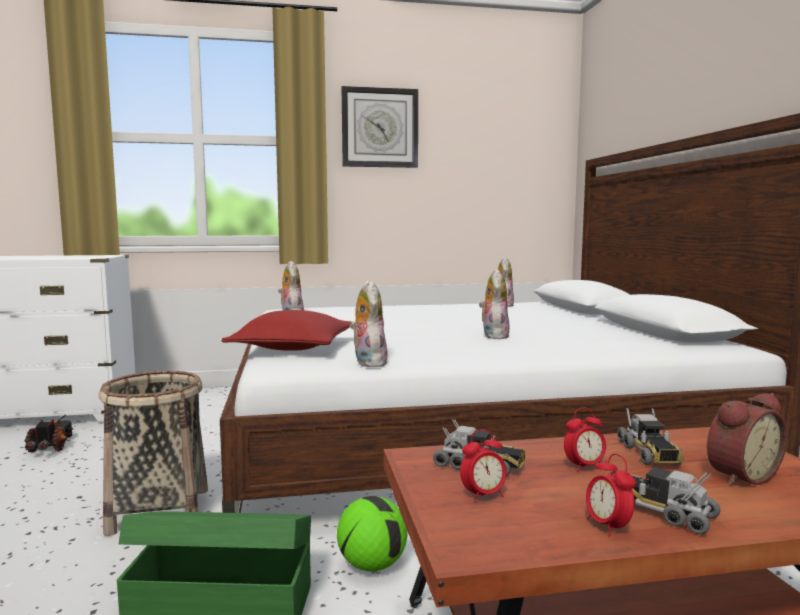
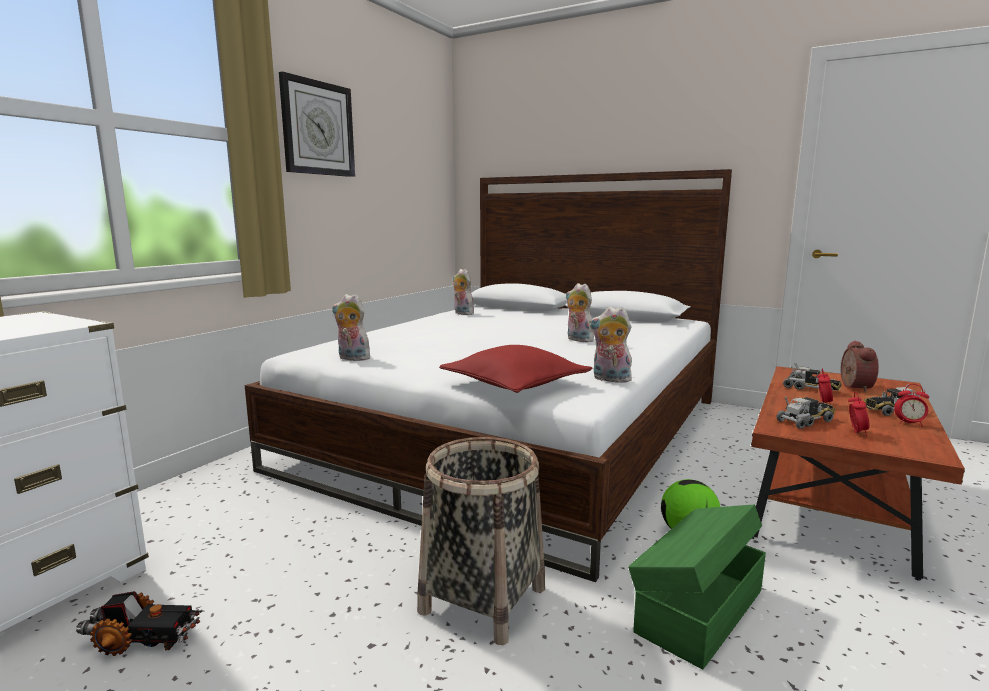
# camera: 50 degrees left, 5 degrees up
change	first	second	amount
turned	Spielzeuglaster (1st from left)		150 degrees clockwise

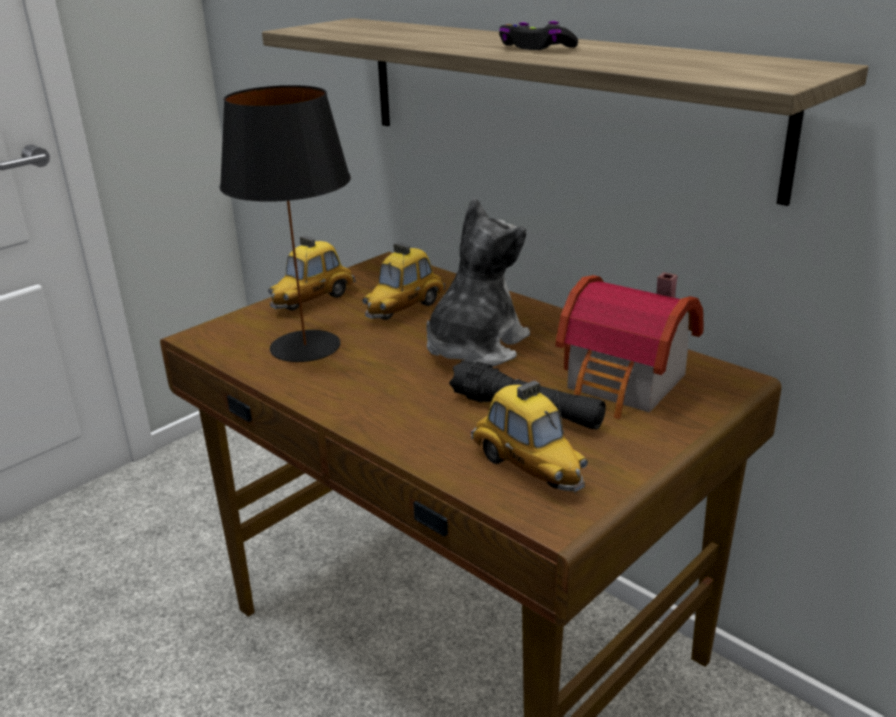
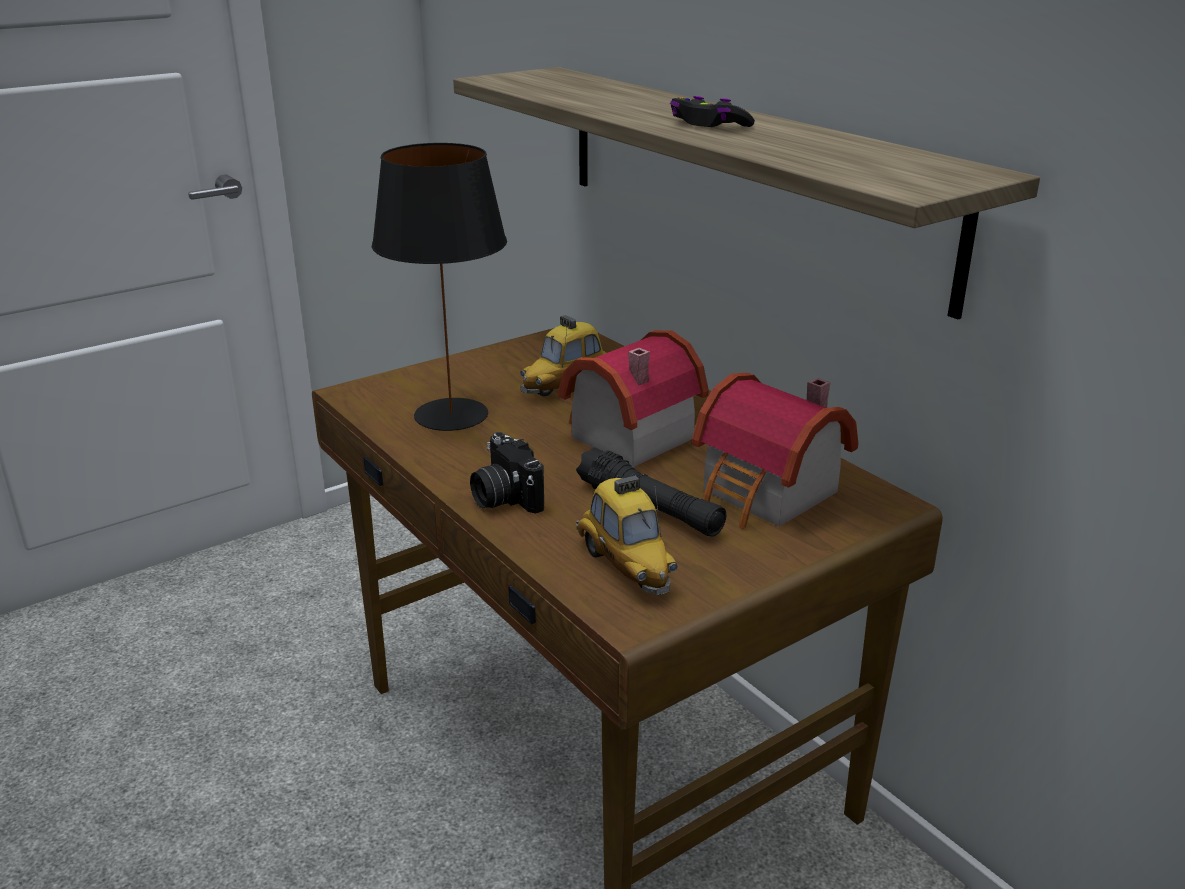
# camera: 10 degrees right, 0 degrees up
change	first	second	amount
removed	Spielzeugauto (1st from left)		
added		Kamera	
replaced	Plüschtier	Spielzeughaus (1st from left)	

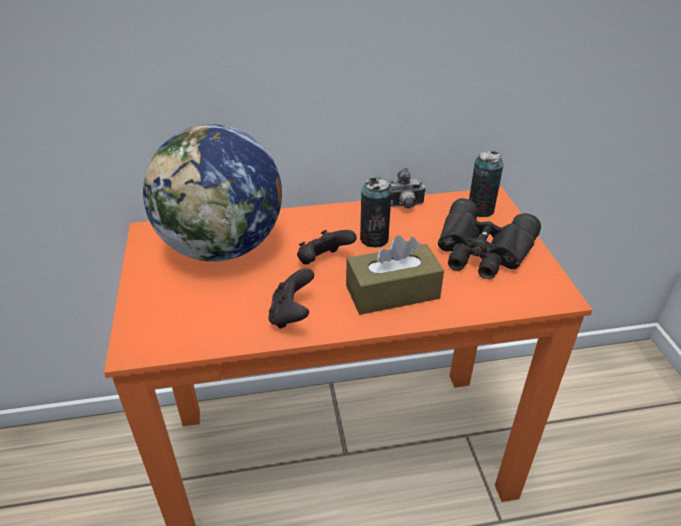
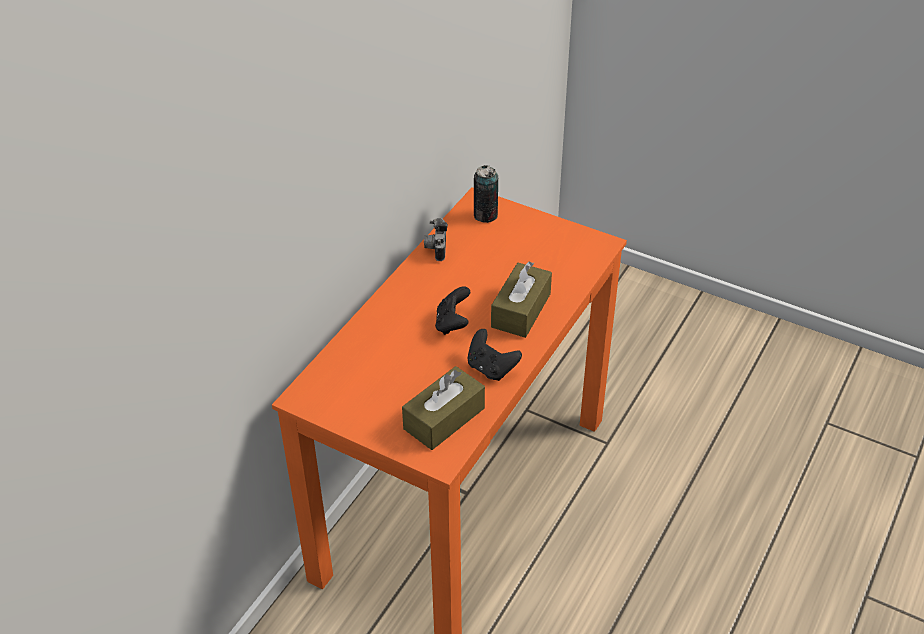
# camera: 50 degrees left, 5 degrees up
change	first	second	amount
removed	Globus		
removed	Dose (1st from left)		
removed	Fernglas [schwarz]		
added		Taschentuchbox [braun] (1st from left)	
turned	Kamera		150 degrees clockwise

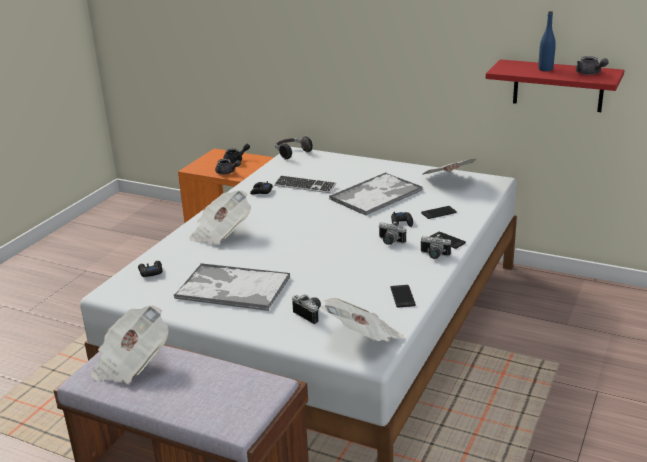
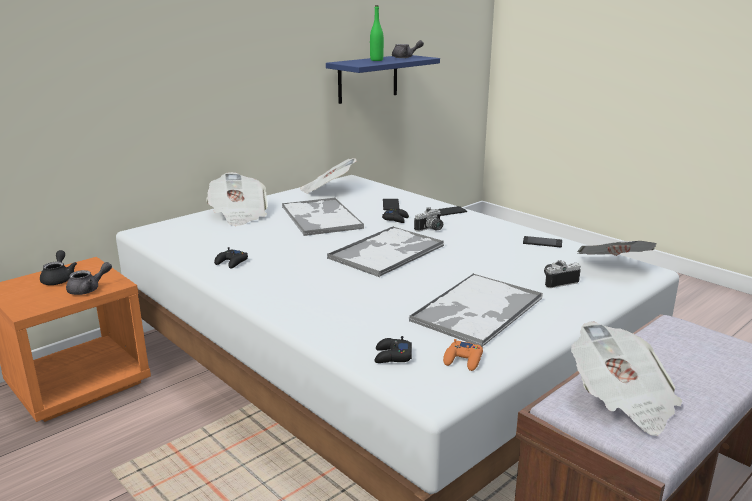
# camera: 70 degrees left, 5 degrees down
change	first	second	amount
removed	Tastatur		
removed	Kopfhörer		
removed	Kamera (3rd from left)		
added		Tablett (2nd from left)	
added		Gamepad [orange]	
moved	Zeitung (2nd from left in the first image)	Zeitung (1st from left)	
recoloured	Wandregal [rot]	Wandregal [blau]	
recoloured	Flasche [blau]	Flasche [grün]	

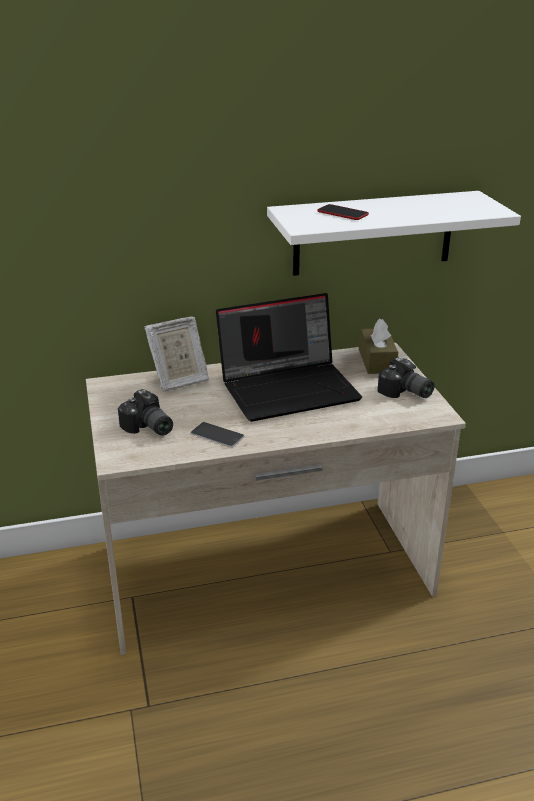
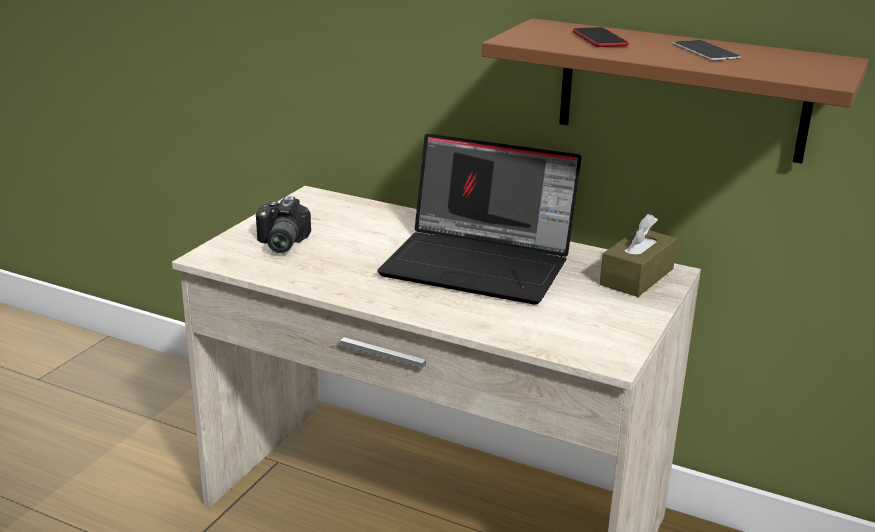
# camera: 40 degrees right, 5 degrees down
change	first	second	amount
removed	Bilderrahmen		
removed	Kamera (2nd from left)		
moved	Handy (1st from left in the first image)	Handy (2nd from left)	
recoloured	Wandregal [weiß]	Wandregal [braun]	

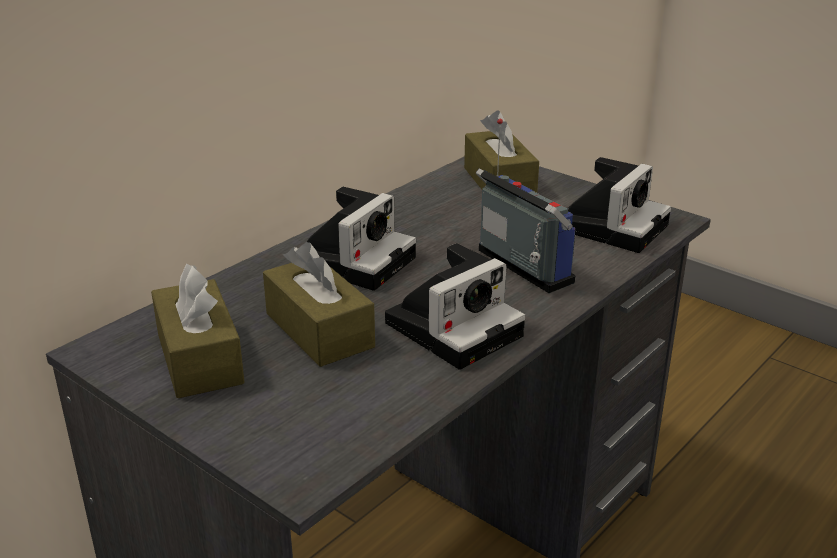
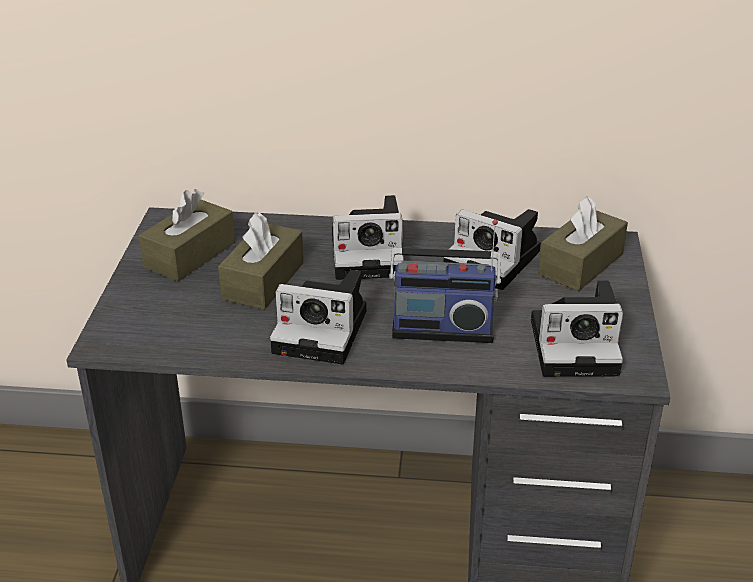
# camera: 55 degrees right, 5 degrees up
change	first	second	amount
added		Kamera (3rd from left)	
turned	Radio		75 degrees clockwise

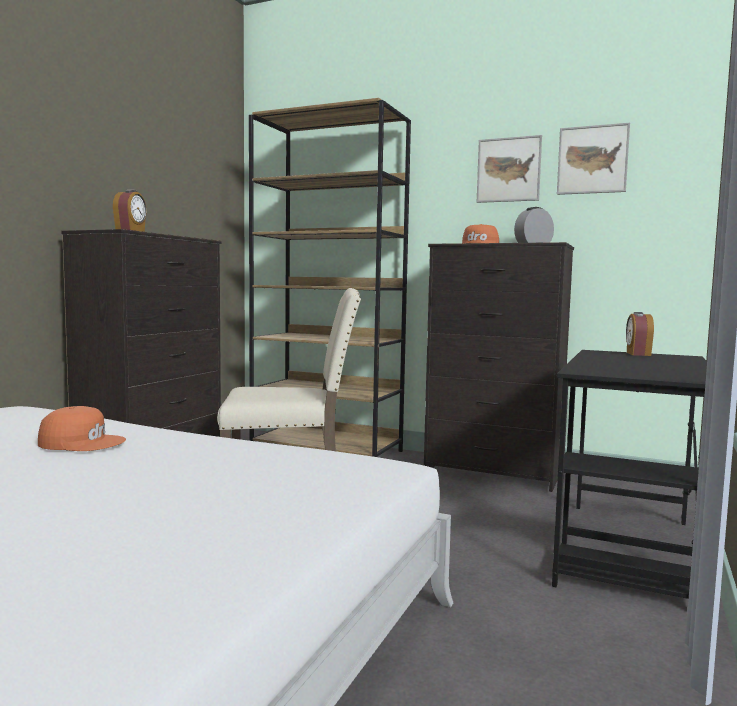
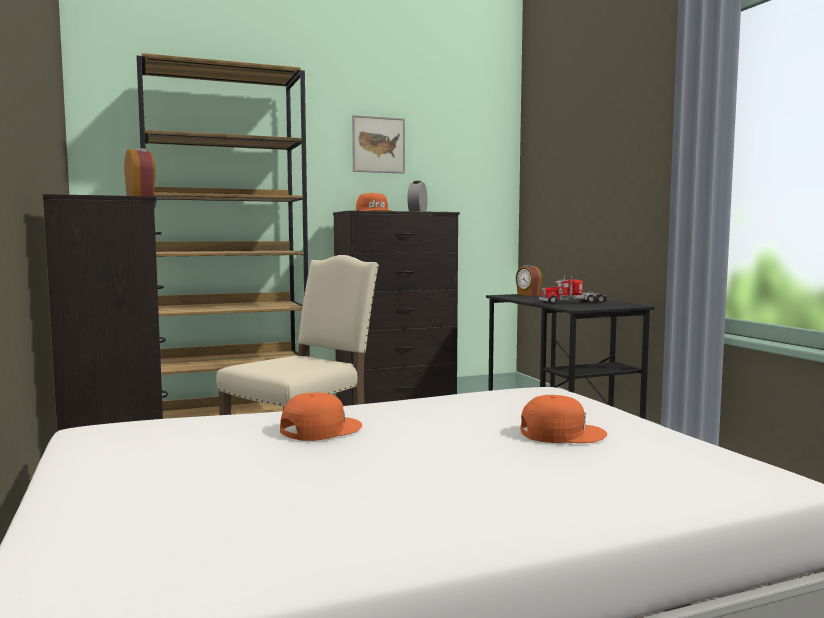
# camera: 45 degrees left, 0 degrees up
change	first	second	amount
removed	Bild (2nd from left)		
added		Kappe [orange] (3rd from left)	
added		Spielzeuglaster	

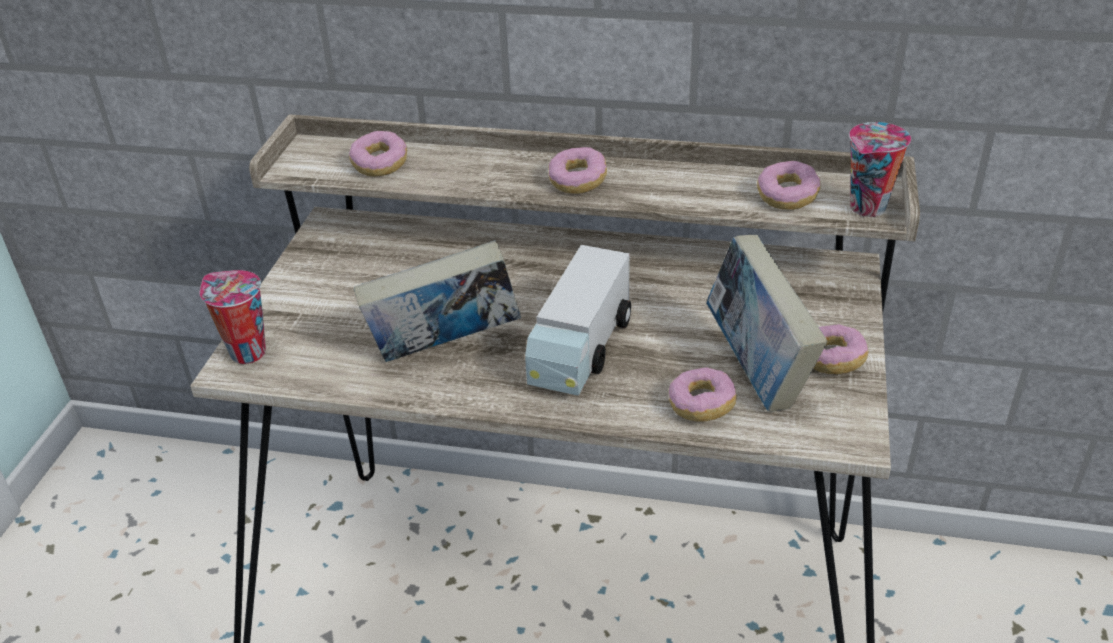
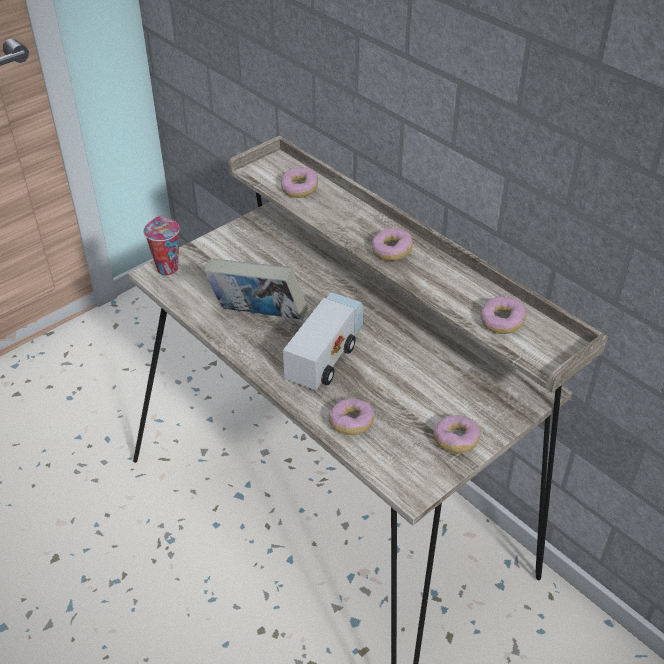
# camera: 35 degrees right, 5 degrees up
change	first	second	amount
removed	Buch (2nd from left)		
removed	Tasse (2nd from left)		
turned	Spielzeuglaster		150 degrees clockwise

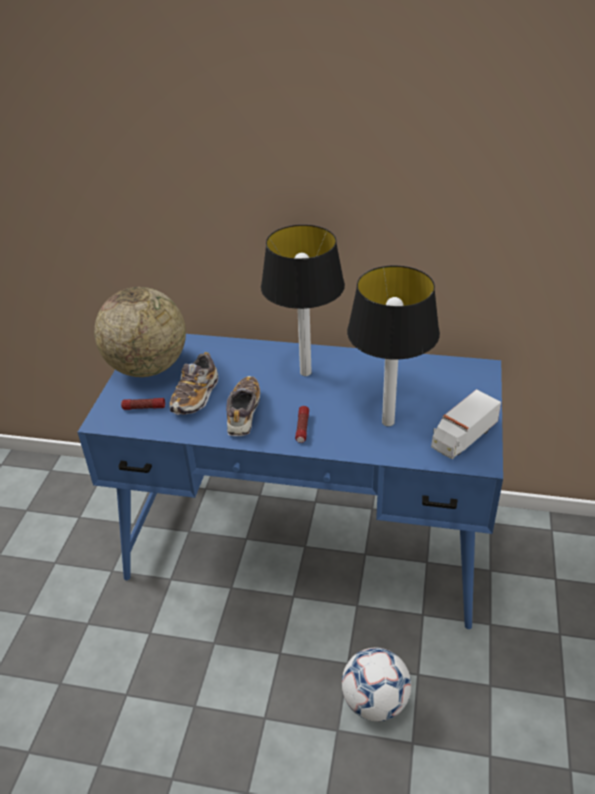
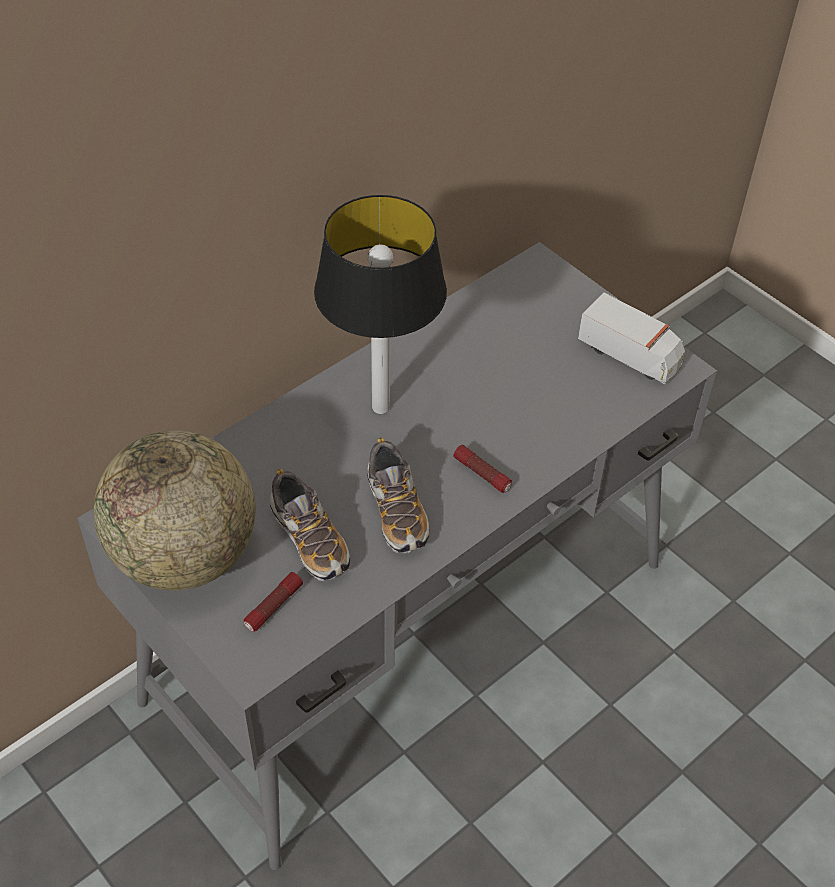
# camera: 55 degrees left, 10 degrees up
change	first	second	amount
removed	Fußball		
removed	Tischlampe (2nd from left)		
recoloured	Schreibtisch [blau]	Schreibtisch [grau]	
turned	Schuh (2nd from left)		150 degrees counterclockwise
turned	Spielzeuglaster		45 degrees counterclockwise

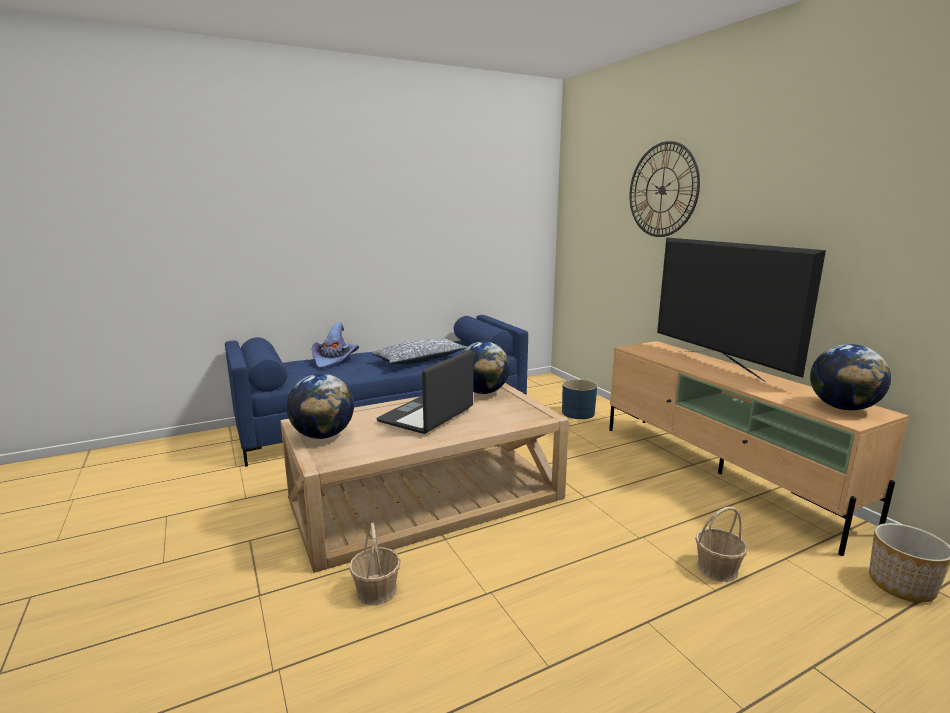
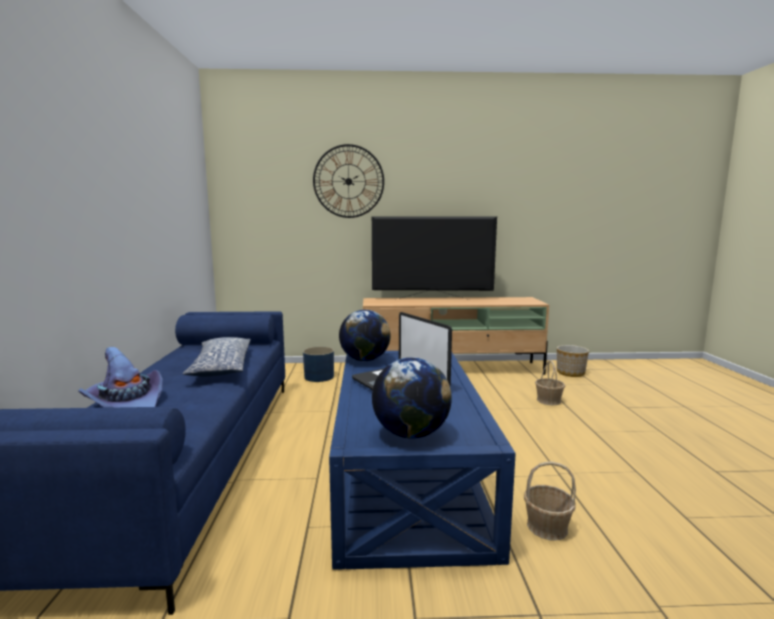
# camera: 65 degrees left, 5 degrees down
change	first	second	amount
removed	Globus (3rd from left)		
recoloured	Couchtisch [beige]	Couchtisch [blau]	

